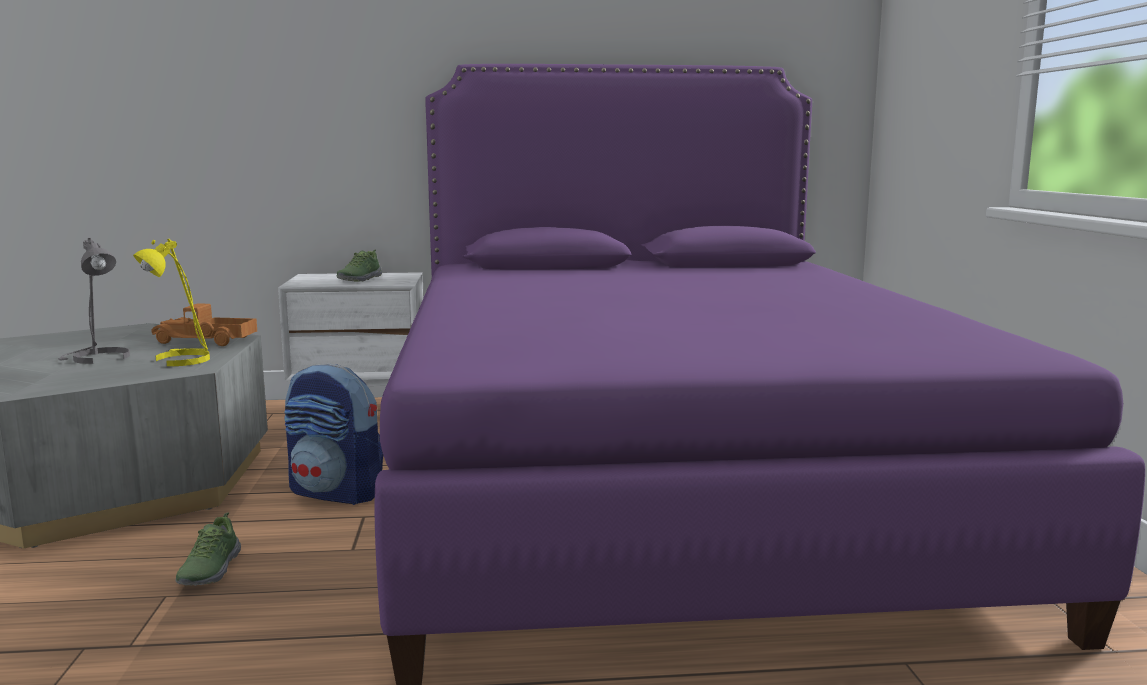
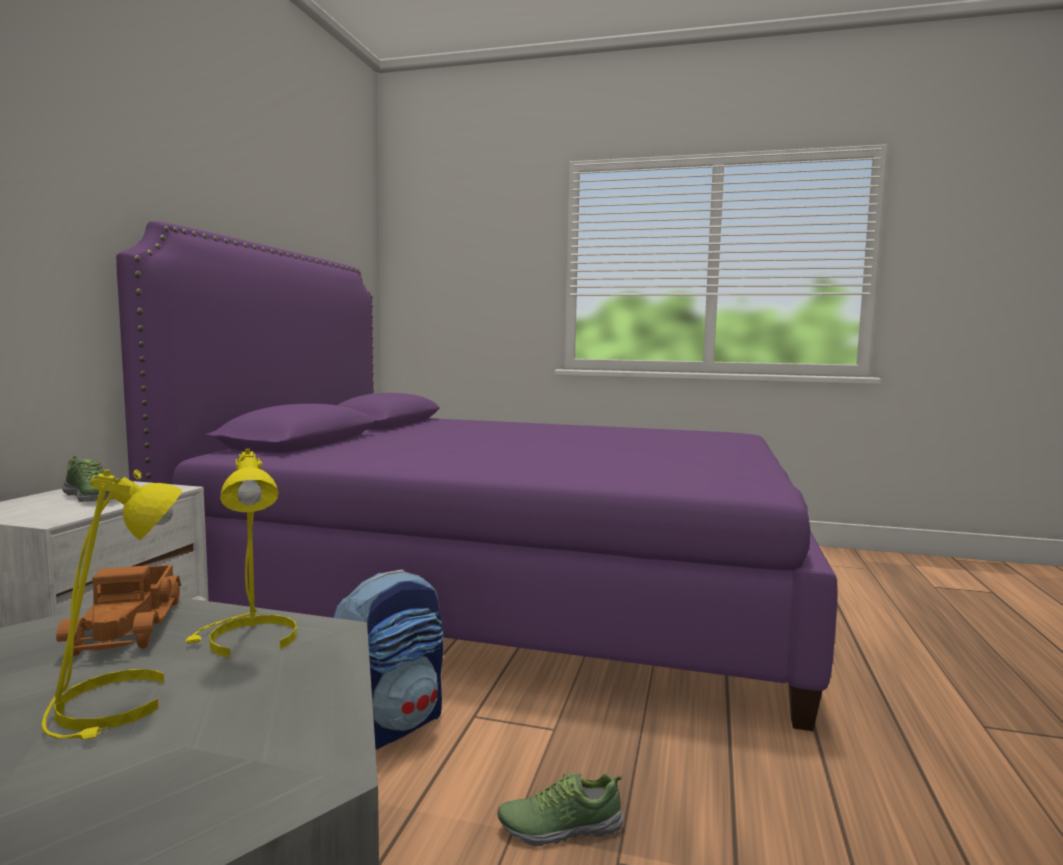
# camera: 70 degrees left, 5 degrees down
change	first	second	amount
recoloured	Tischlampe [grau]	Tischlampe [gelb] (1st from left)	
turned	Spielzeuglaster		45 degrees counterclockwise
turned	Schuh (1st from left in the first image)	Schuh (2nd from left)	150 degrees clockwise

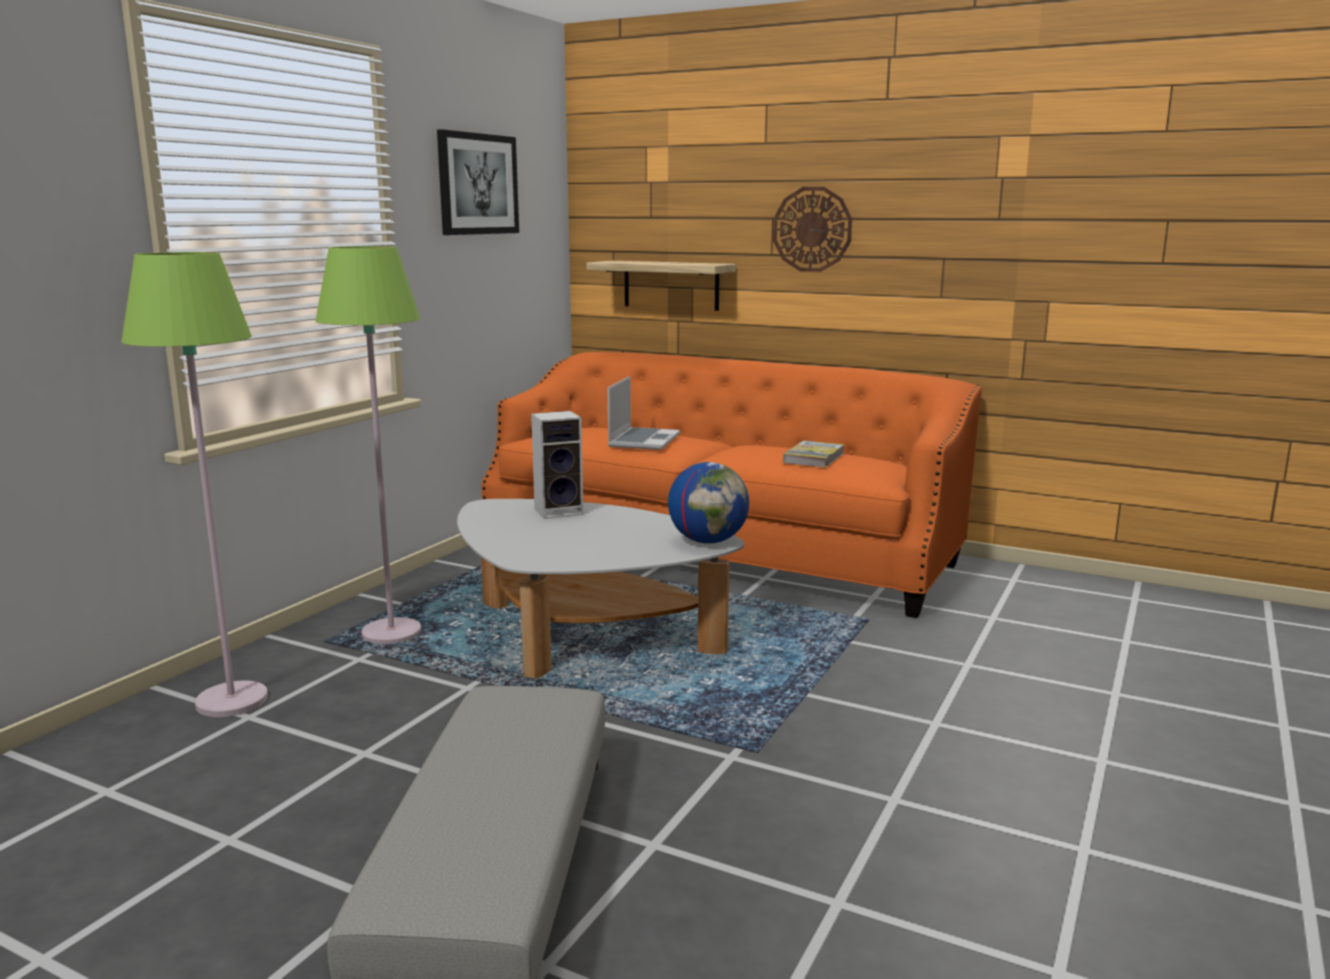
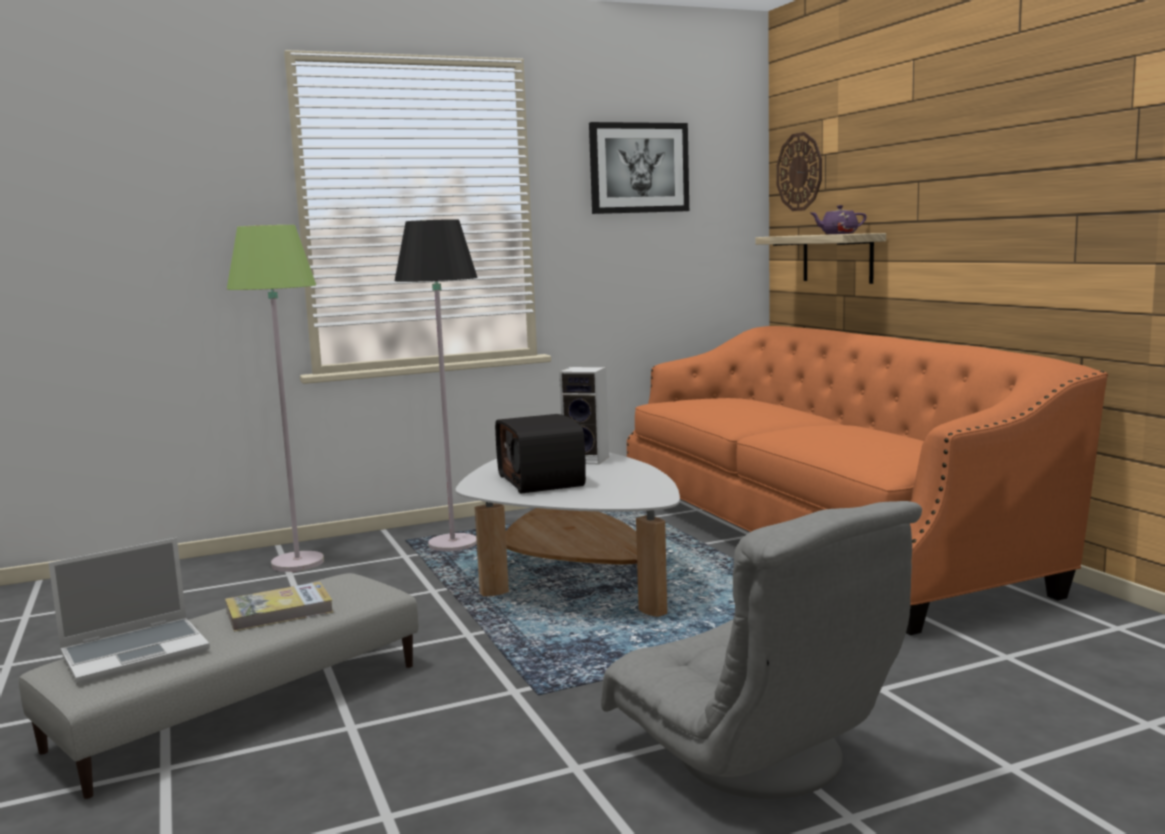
# camera: 40 degrees right, 5 degrees down
change	first	second	amount
removed	Globus		
added		Radio	
added		Sessel [grau]	
added		Teekanne [lila]	
moved	Laptop		
moved	Wanduhr		
moved	Buch		
recoloured	Stehlampe [grün] (2nd from left)	Stehlampe [schwarz]	

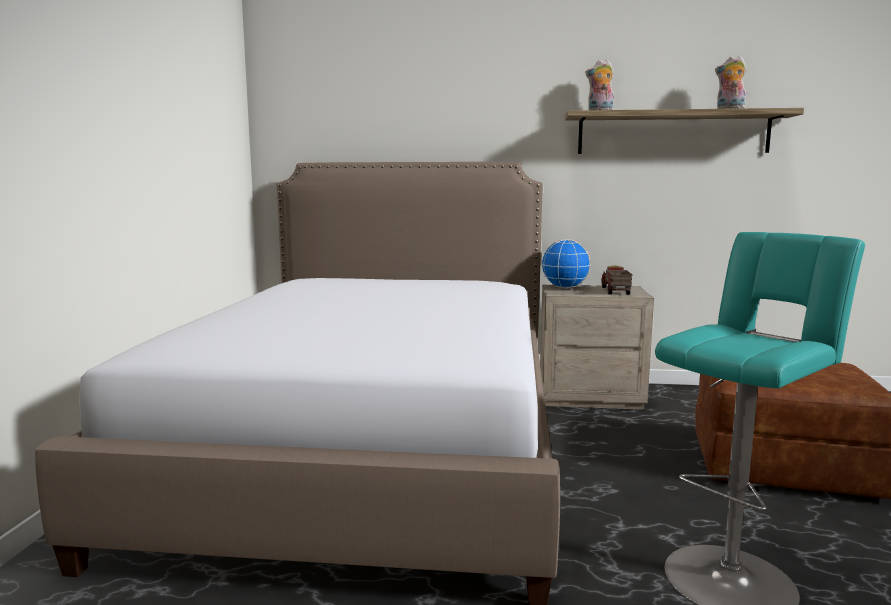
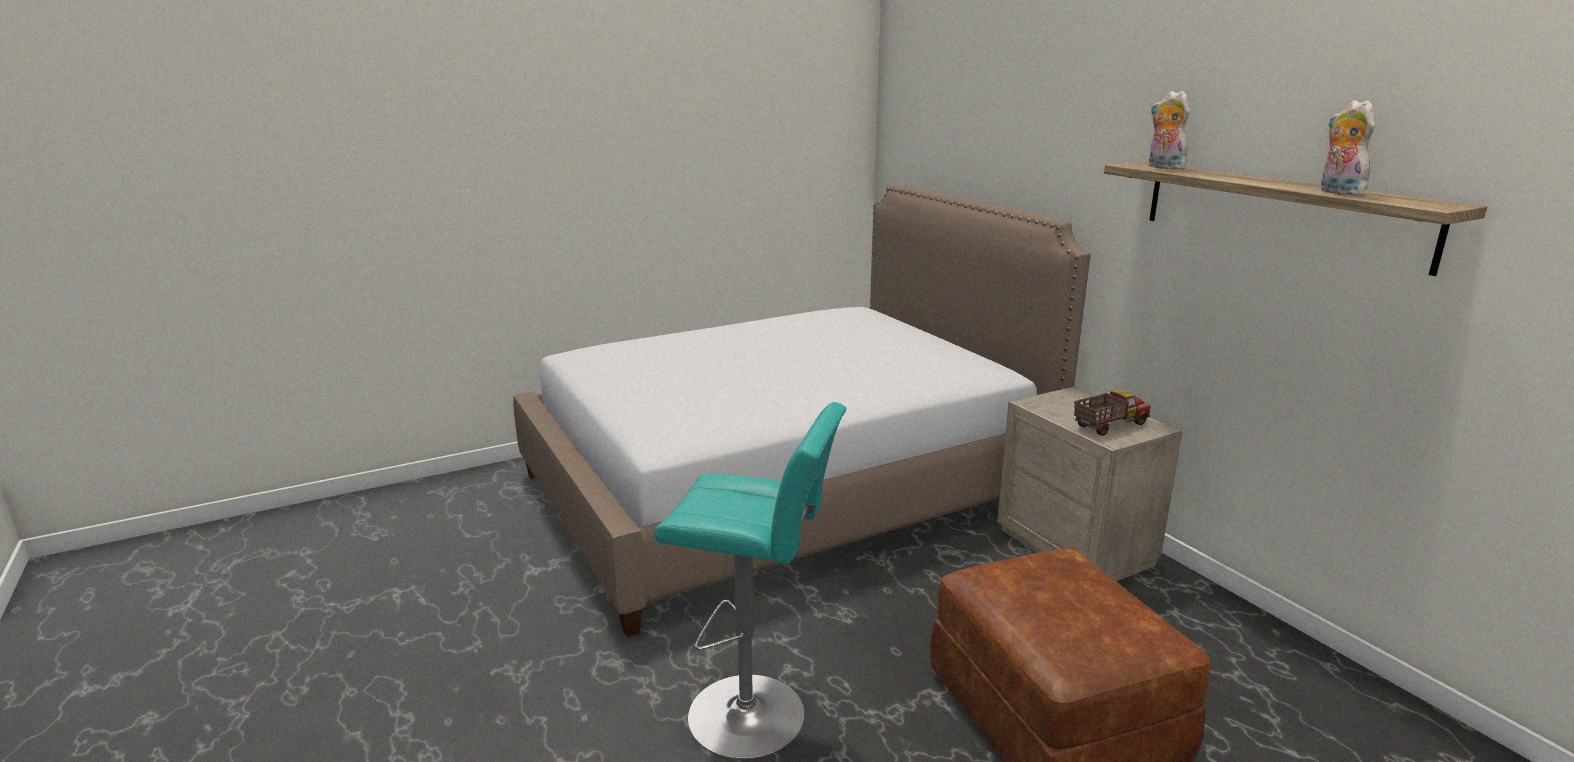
# camera: 55 degrees right, 10 degrees up
change	first	second	amount
removed	Globus		

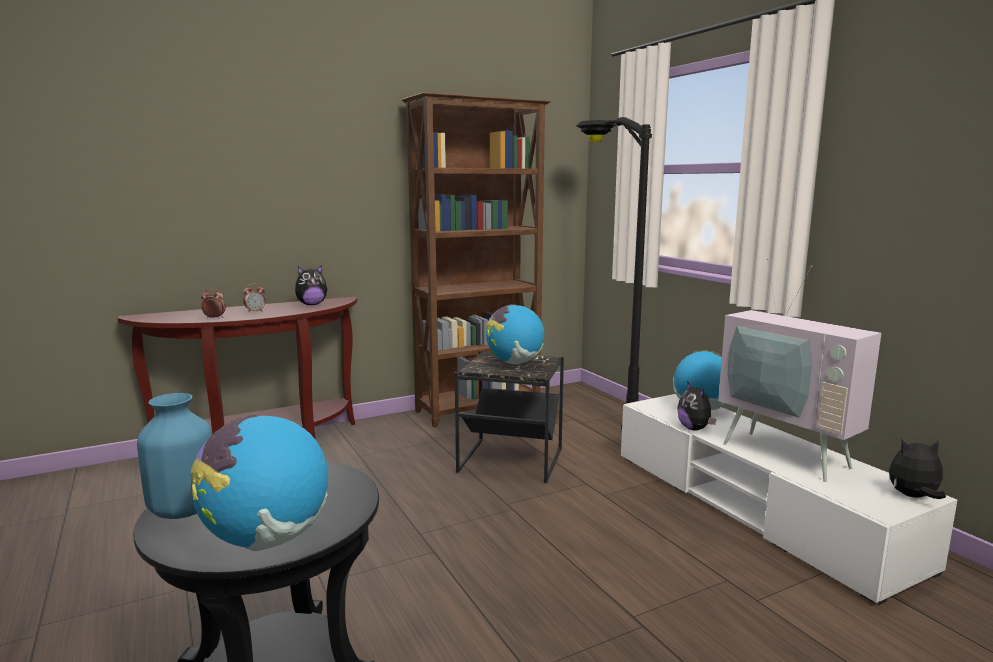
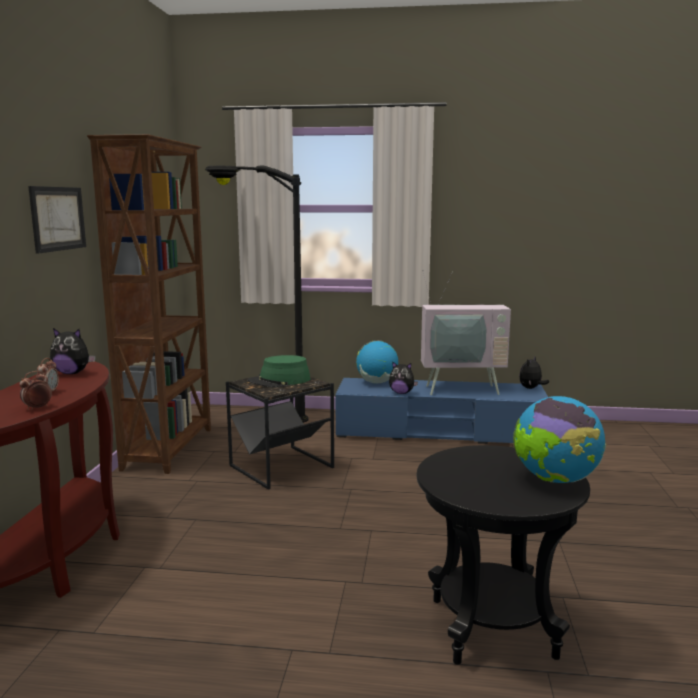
# camera: 55 degrees left, 0 degrees up
change	first	second	amount
removed	Vase [blau]		
added		Bild	
replaced	Globus (2nd from left)	Hut [grün]	
recoloured	Fernsehschrank [weiß]	Fernsehschrank [blau]	
turned	Plüschtier (1st from left)		90 degrees clockwise

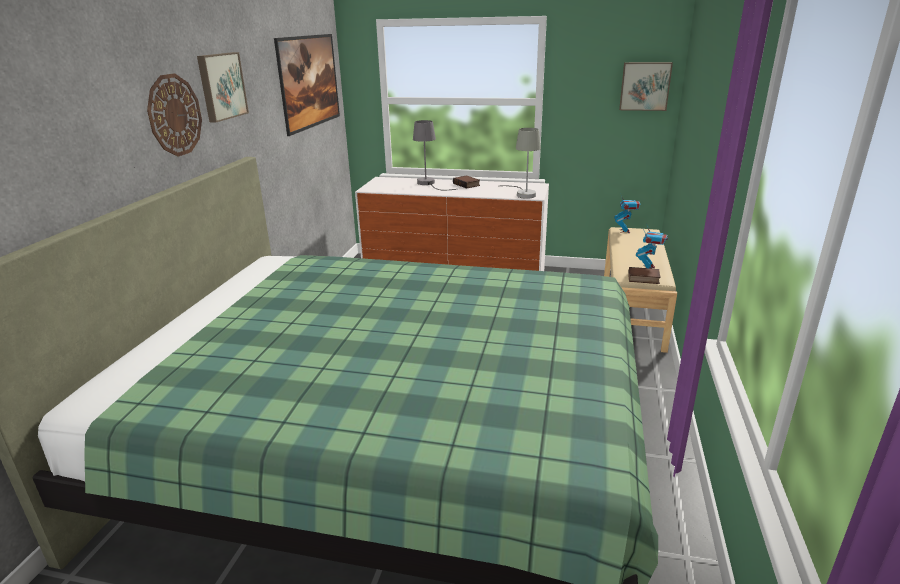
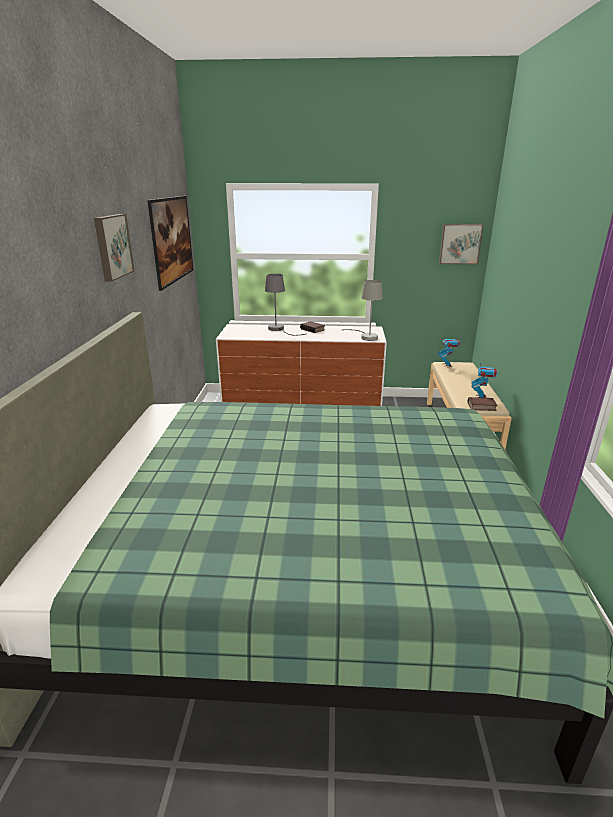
# camera: 10 degrees left, 0 degrees up
change	first	second	amount
removed	Wanduhr		

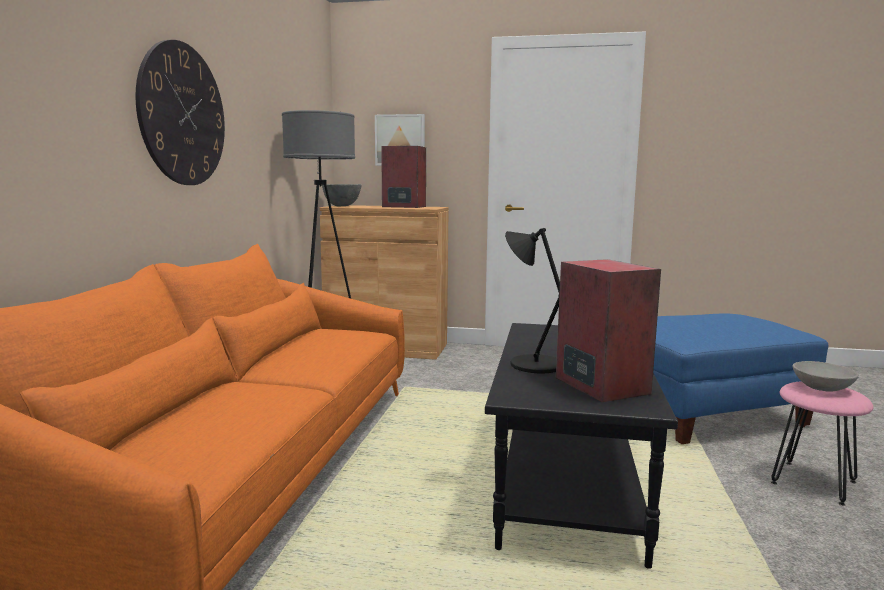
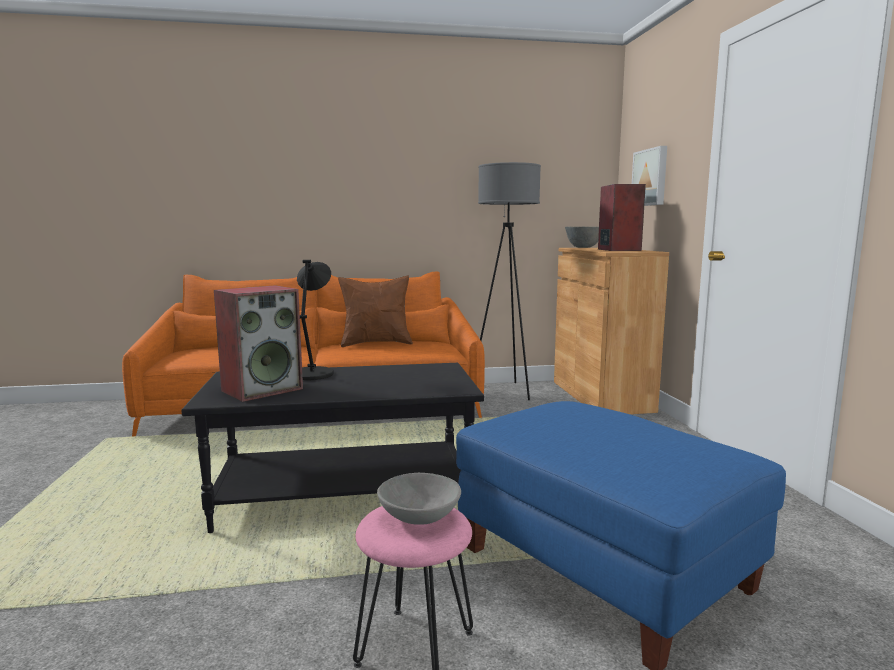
# camera: 70 degrees right, 0 degrees up
change	first	second	amount
removed	Wanduhr		
added		Kissen [braun]	

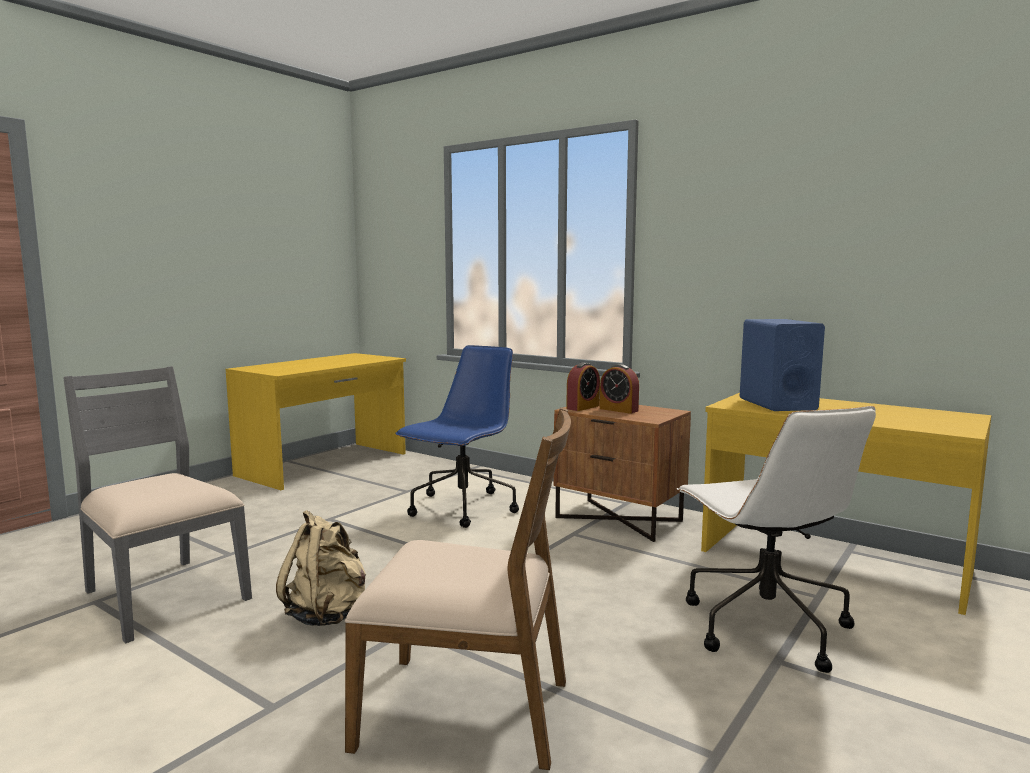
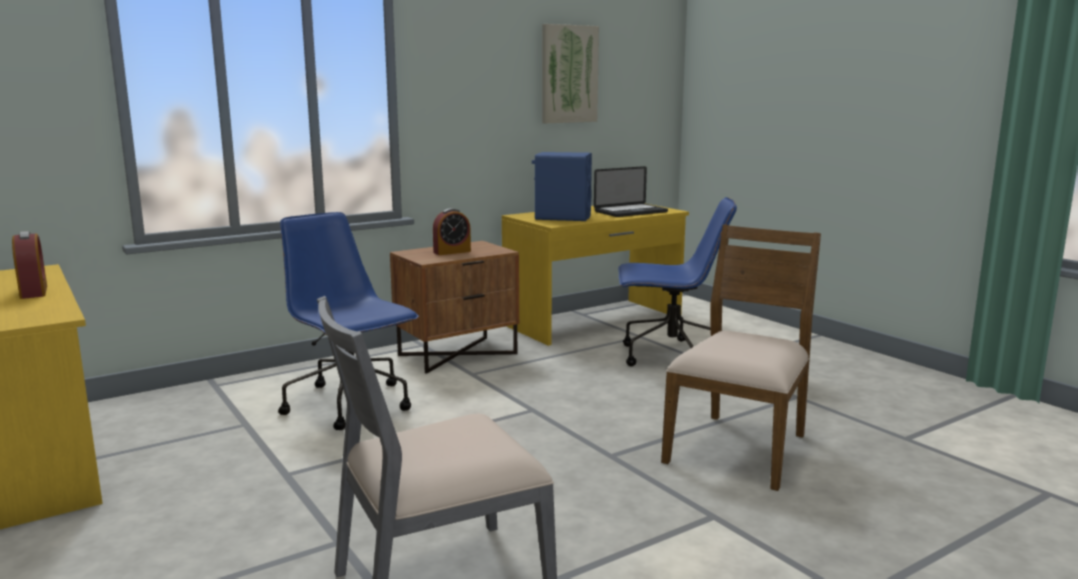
# camera: 70 degrees left, 5 degrees up
change	first	second	amount
removed	Rucksack [beige]		
added		Bild	
added		Laptop	
moved	Wecker (1st from left)		
recoloured	Bürostuhl [weiß]	Bürostuhl [blau] (2nd from left)	

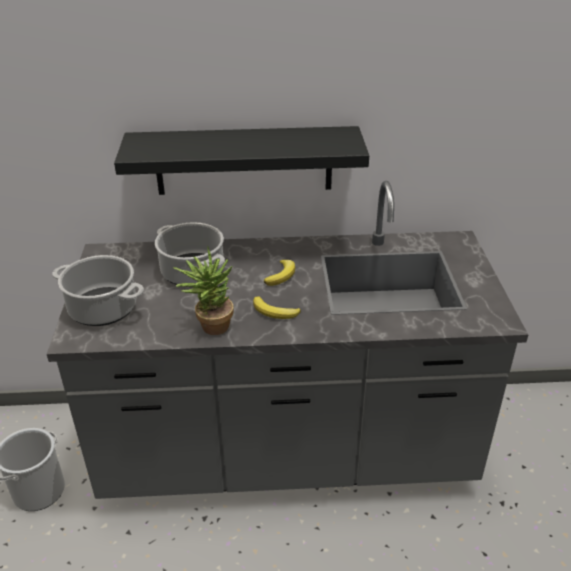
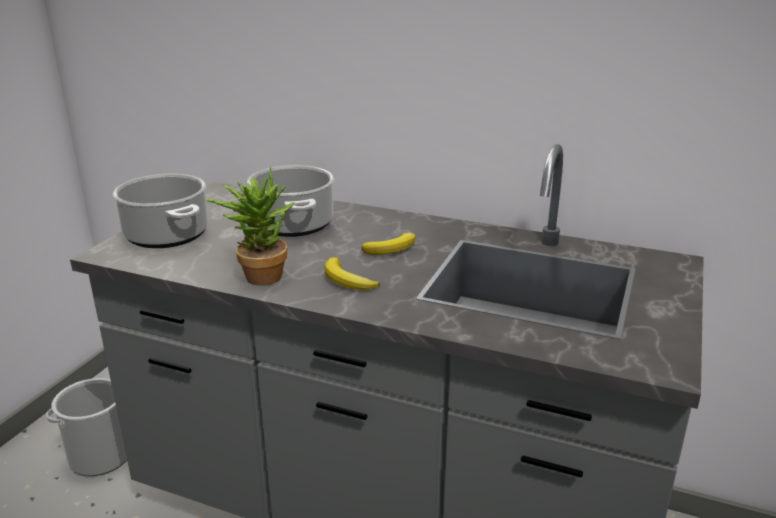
# camera: 25 degrees right, 10 degrees down
change	first	second	amount
removed	Wandregal [schwarz]		

